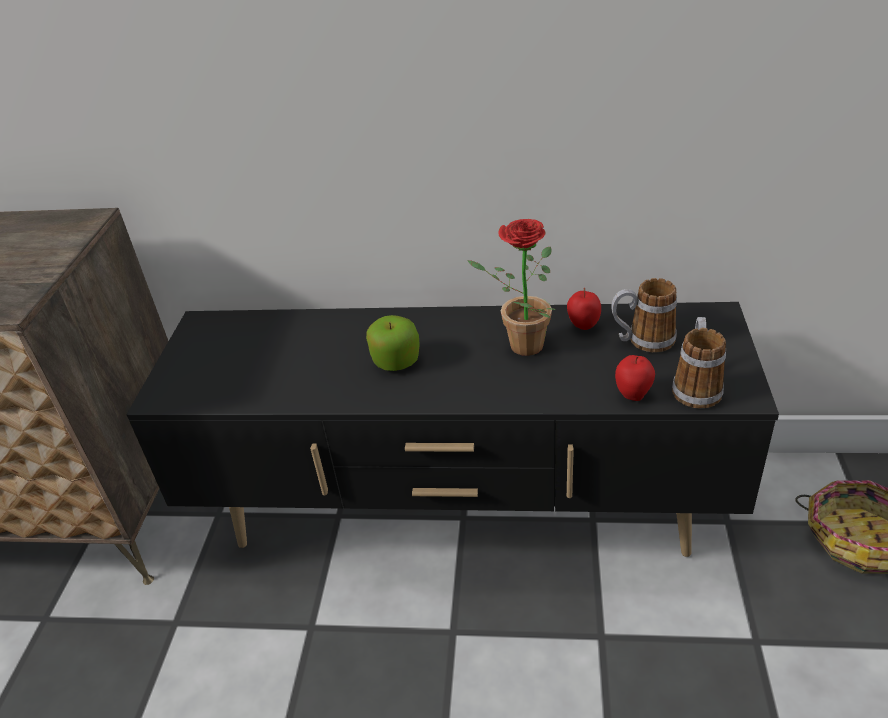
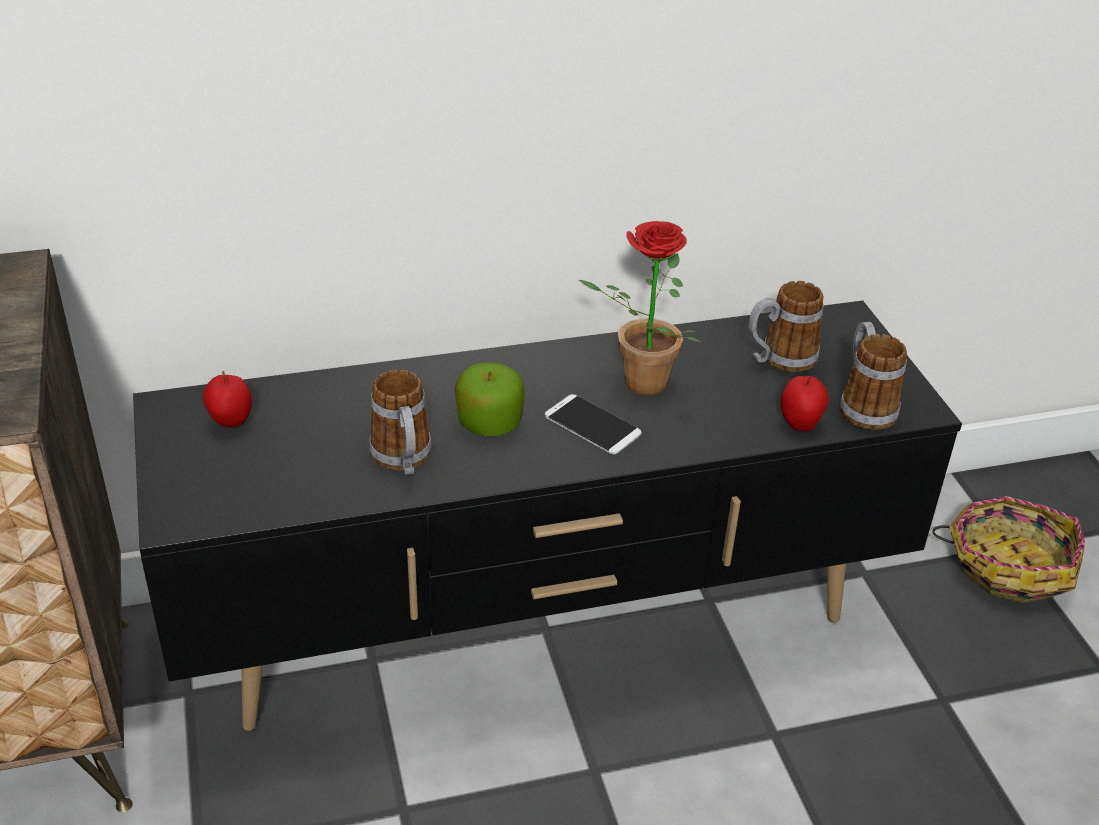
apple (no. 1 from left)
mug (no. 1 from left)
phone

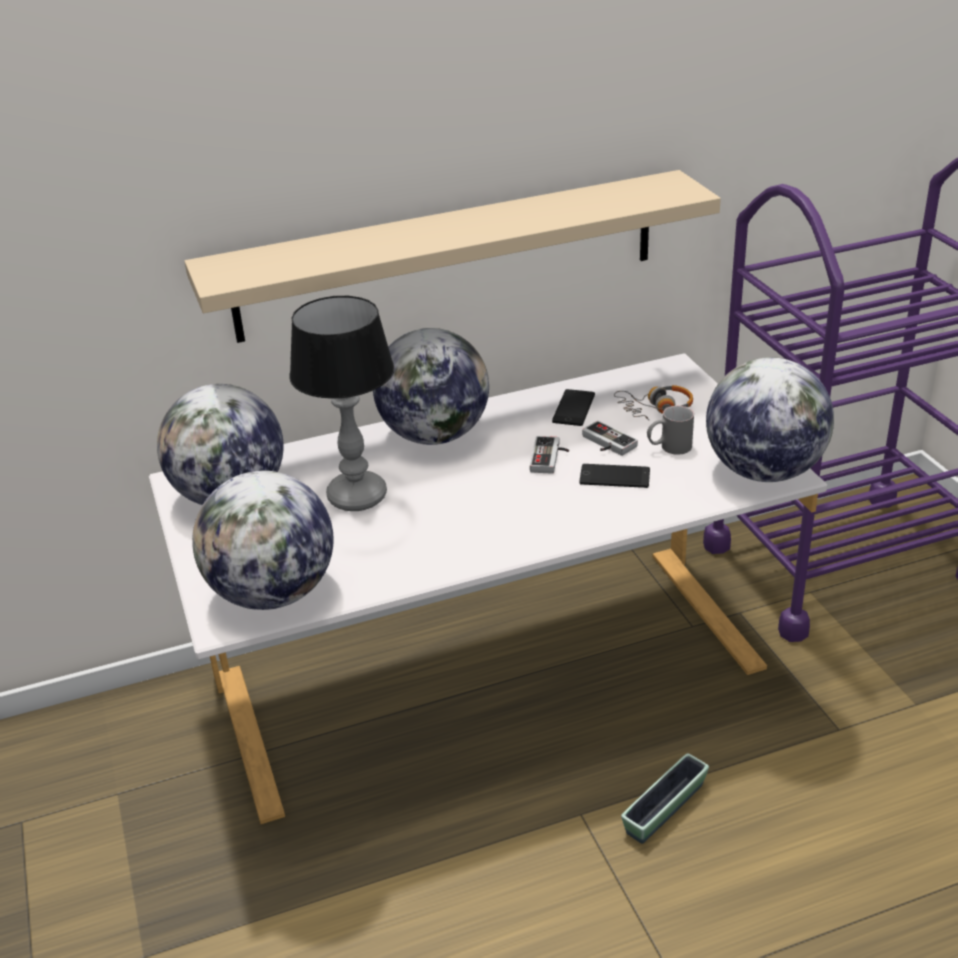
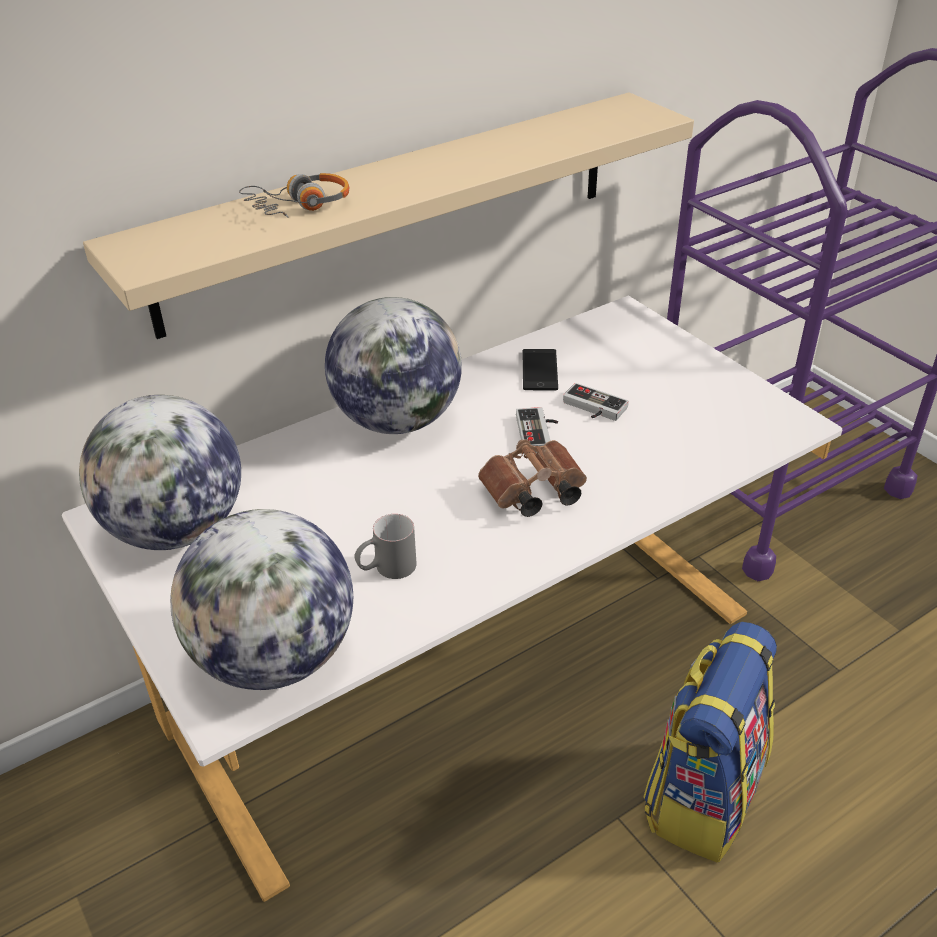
table lamp
globe (no. 4 from left in the first image)
headphones
grey mug
phone (no. 2 from left in the first image)
backpack
brown binoculars

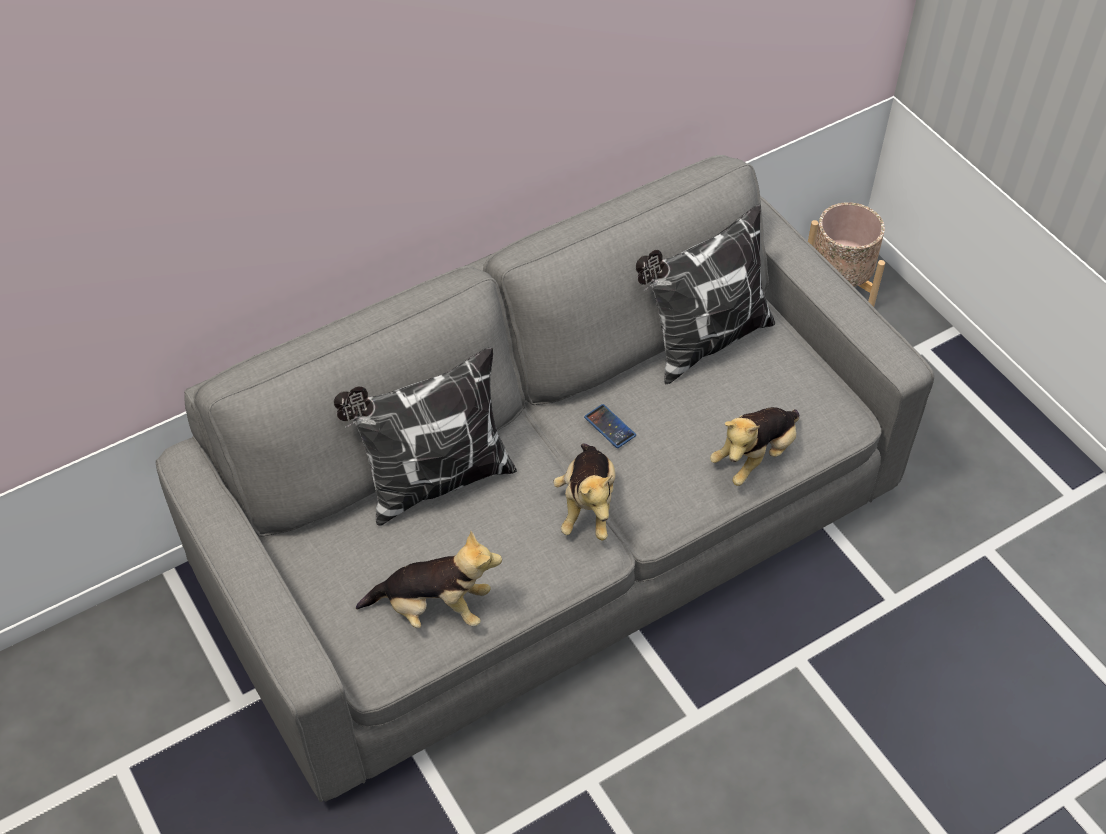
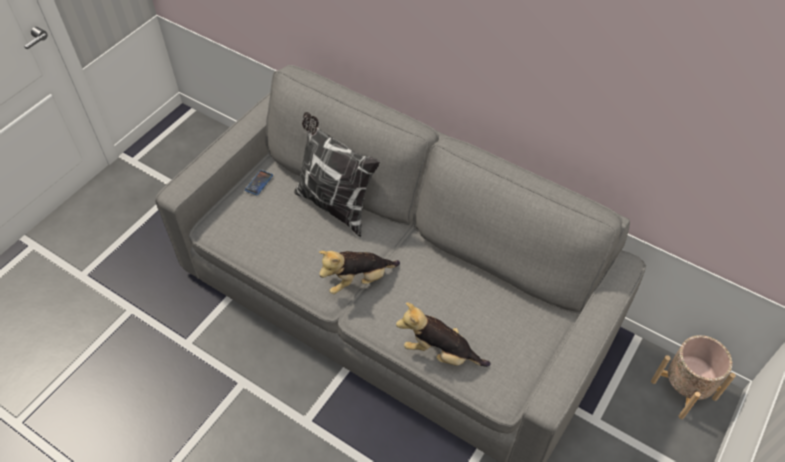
pillow (no. 2 from left in the first image)
phone
plush toy (no. 1 from left in the first image)

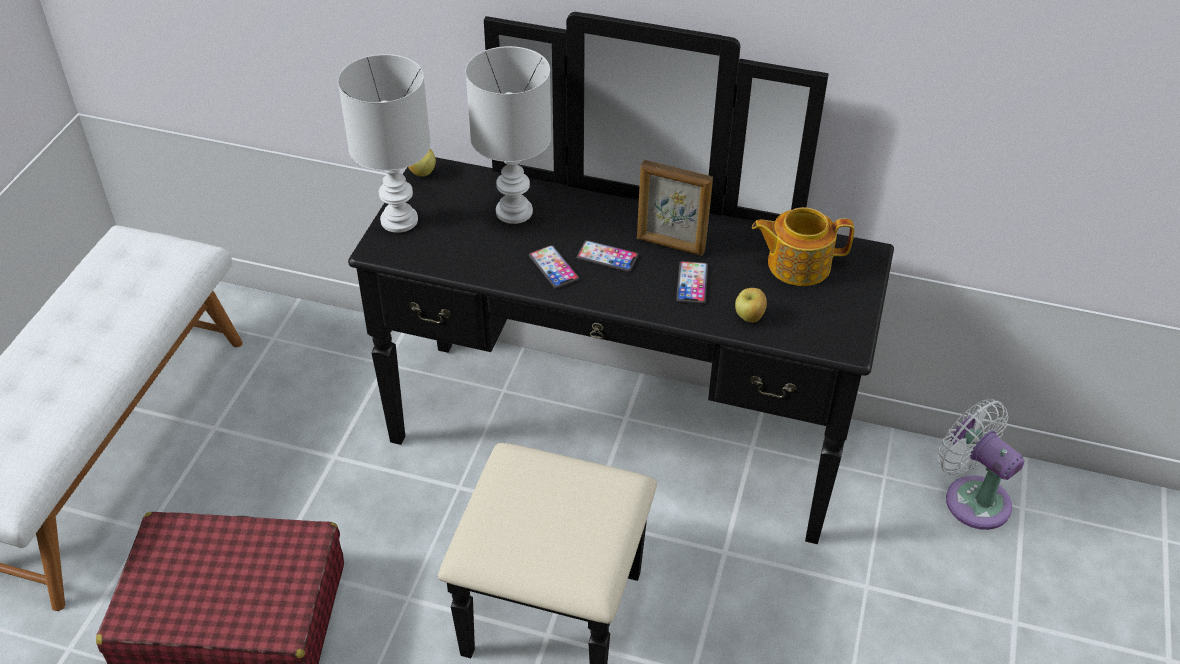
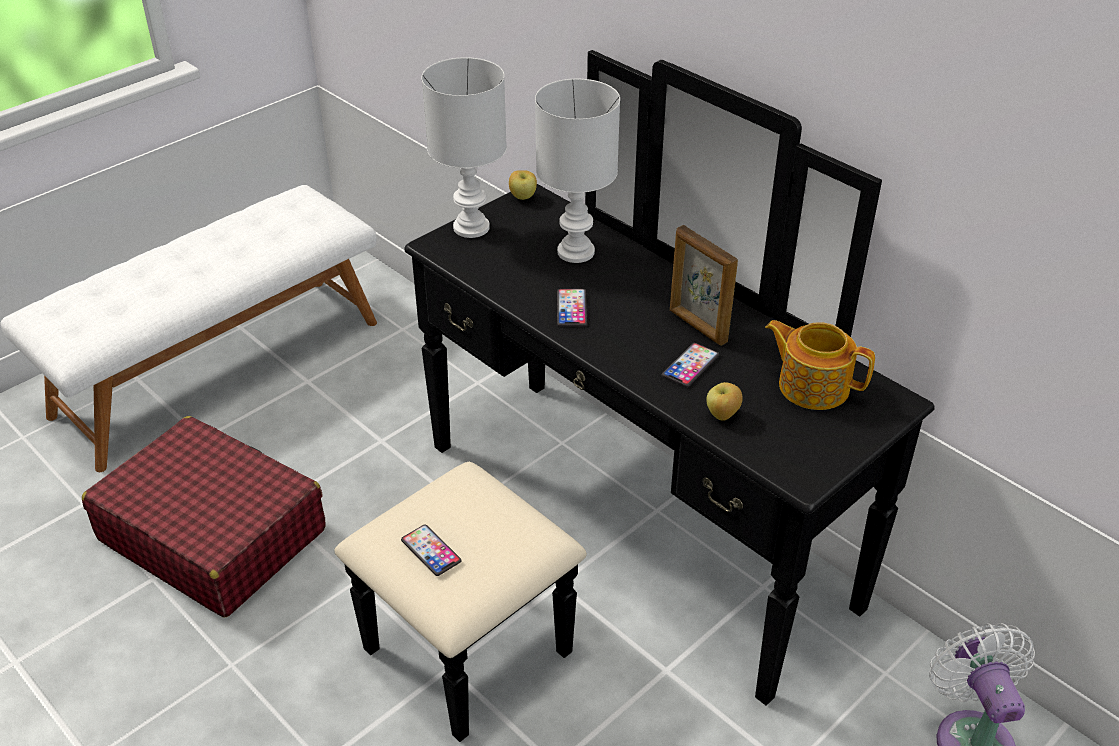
phone (no. 1 from left)

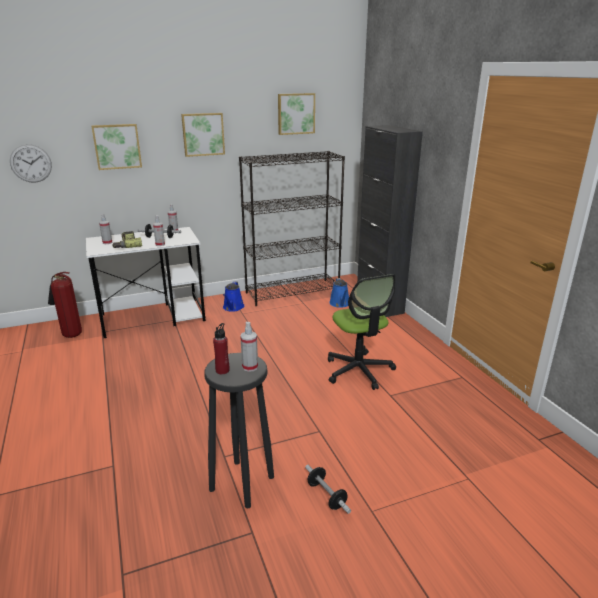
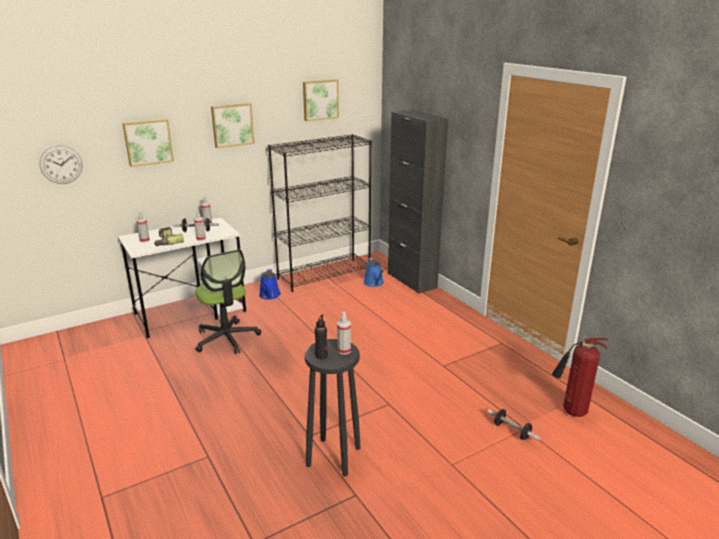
fire extinguisher
office chair
black bottle
dumbbell (no. 2 from left)

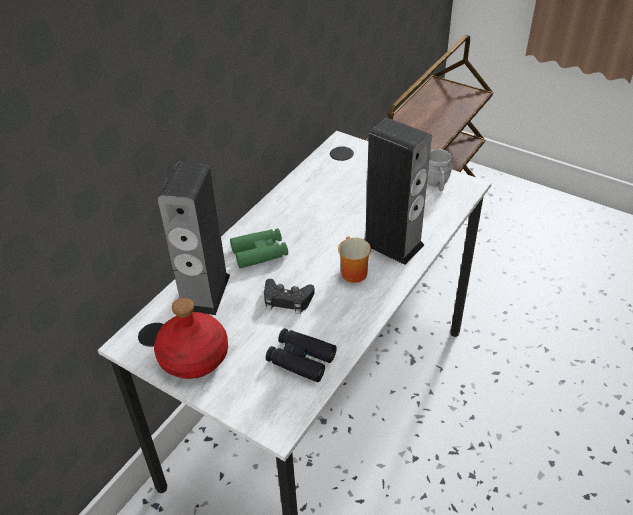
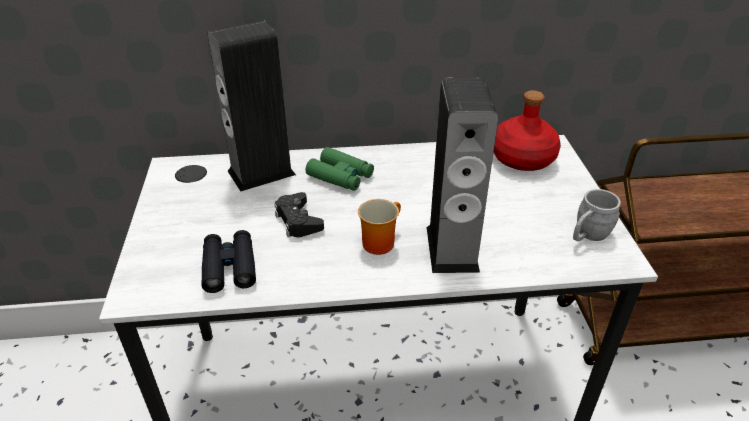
red bottle

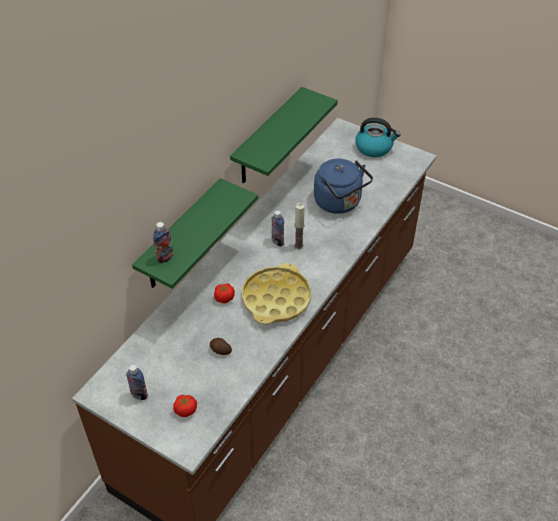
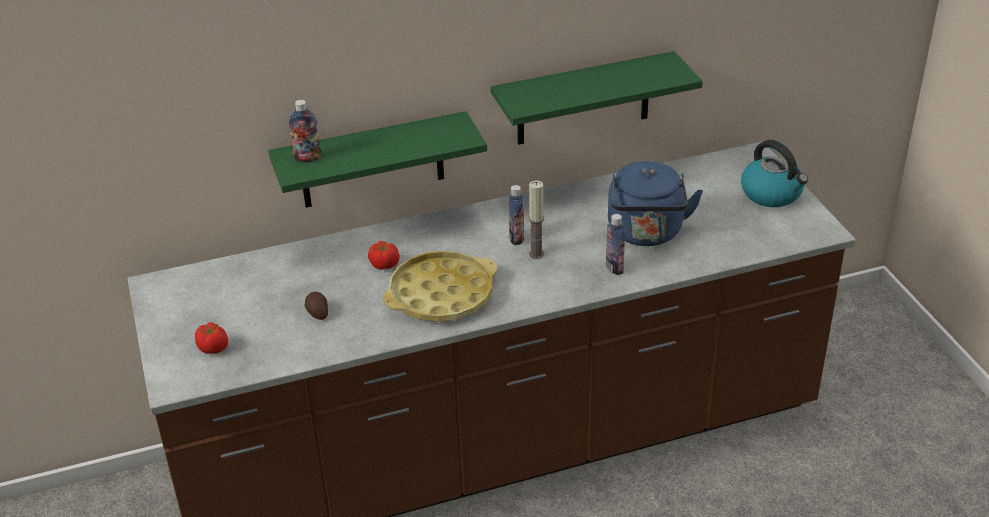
bottle (no. 3 from left)

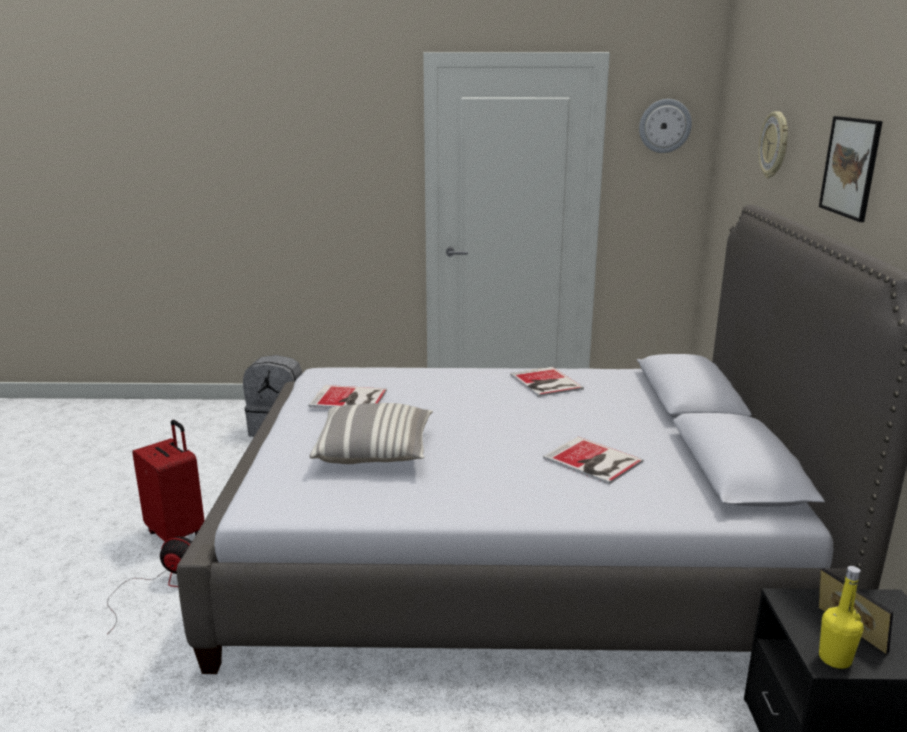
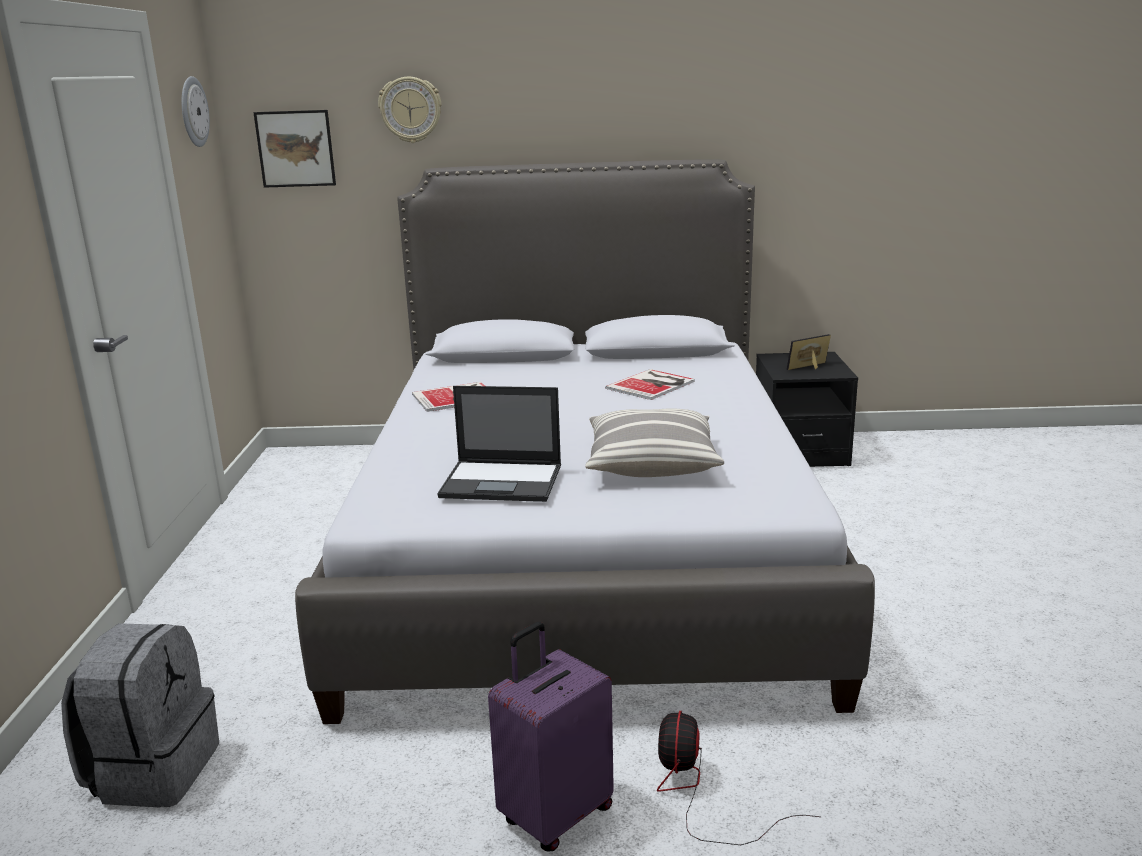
picture
laptop
purple suitcase
yellow bottle

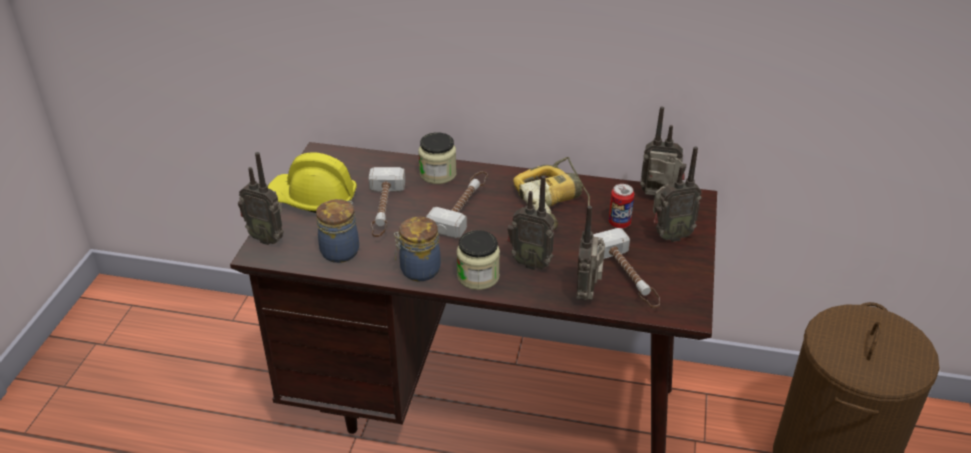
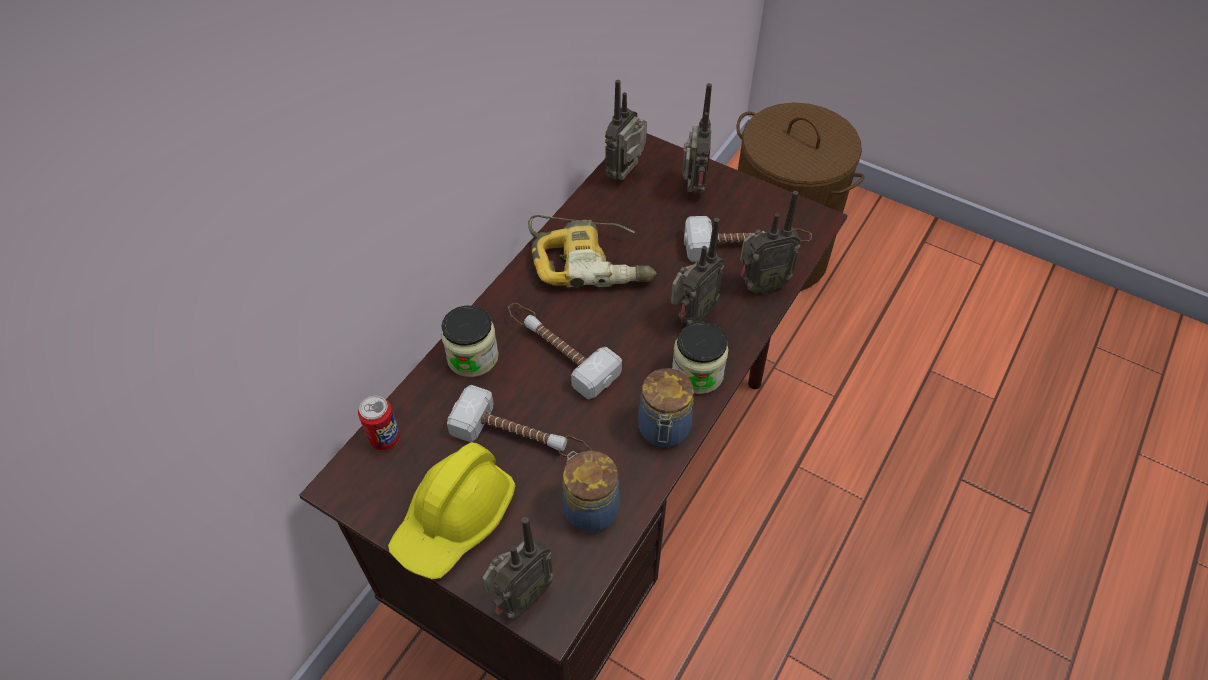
can
radio (no. 5 from left)

